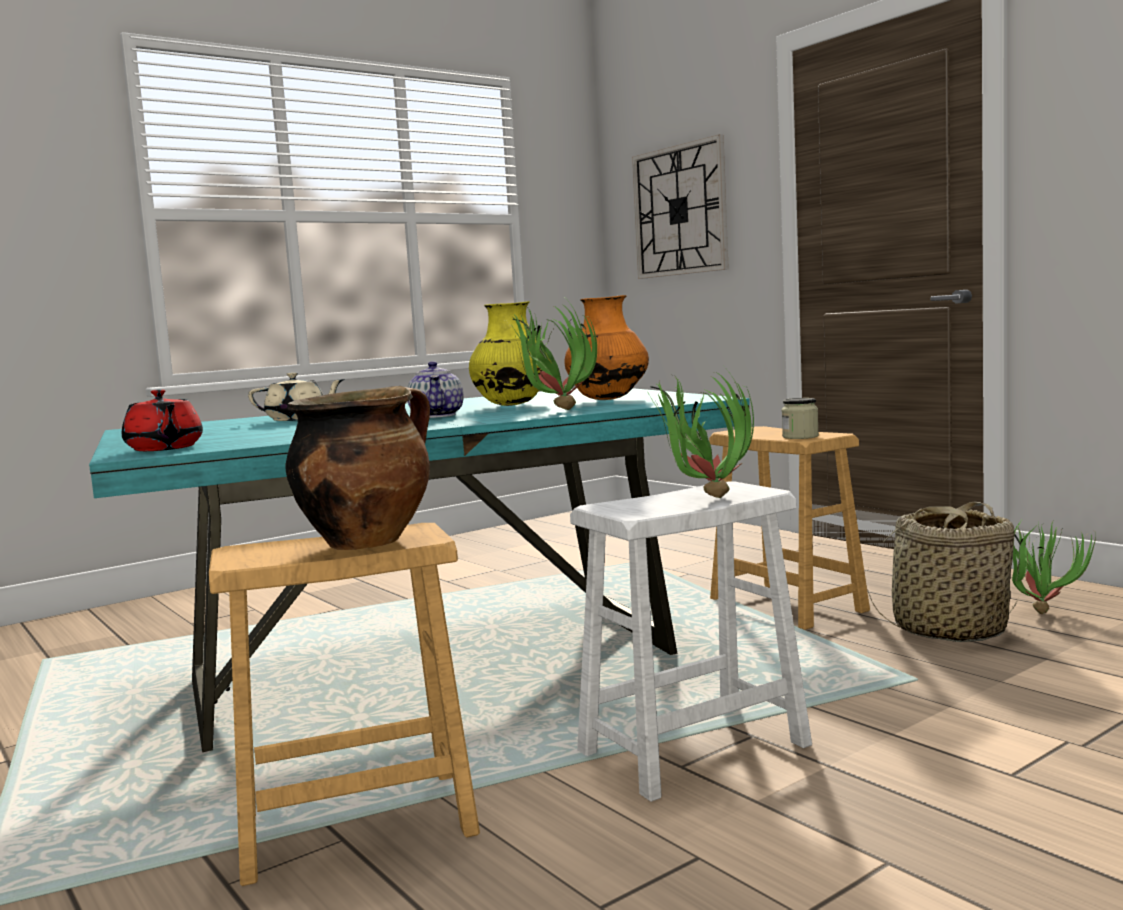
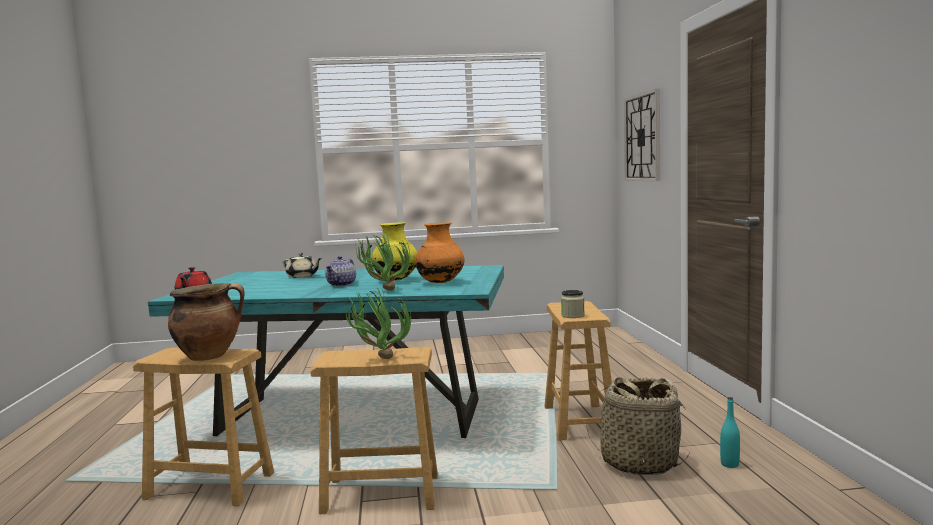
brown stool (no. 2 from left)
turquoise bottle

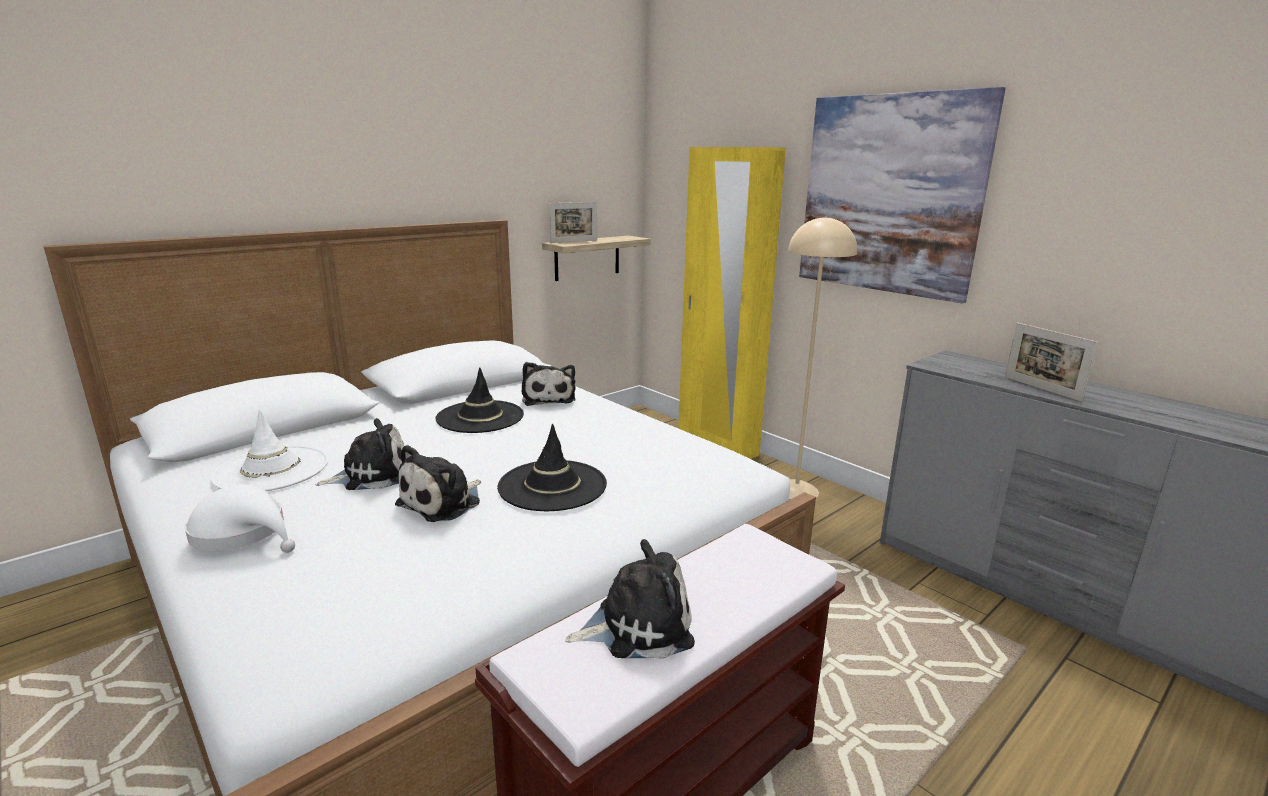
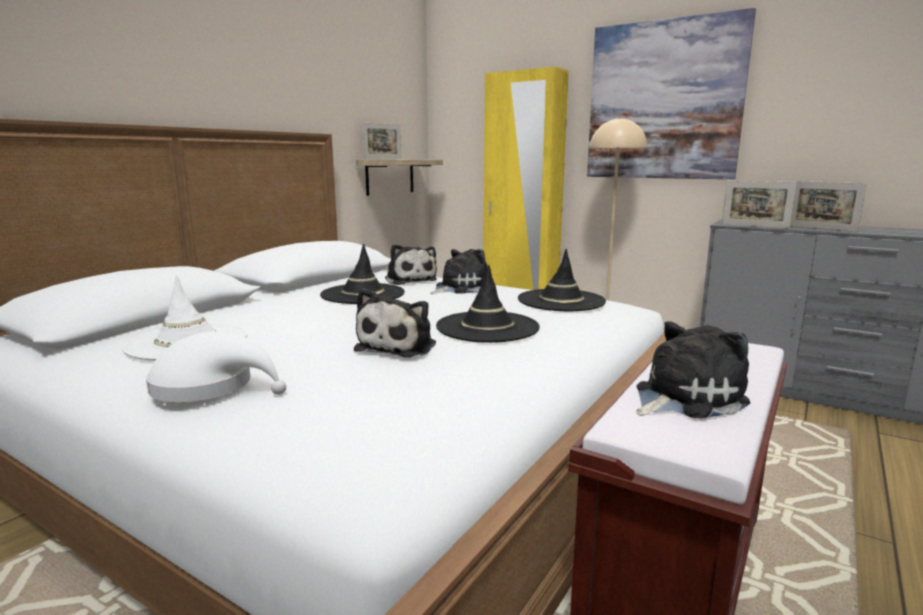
plush toy (no. 3 from left)
picture frame (no. 2 from left)
black hat (no. 3 from left)

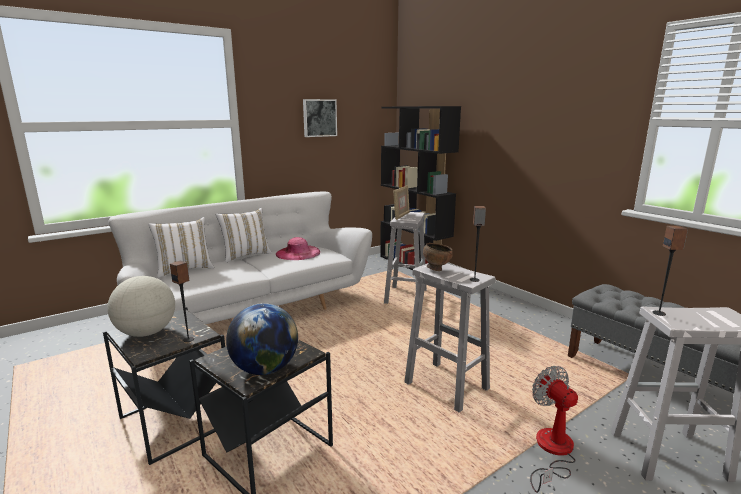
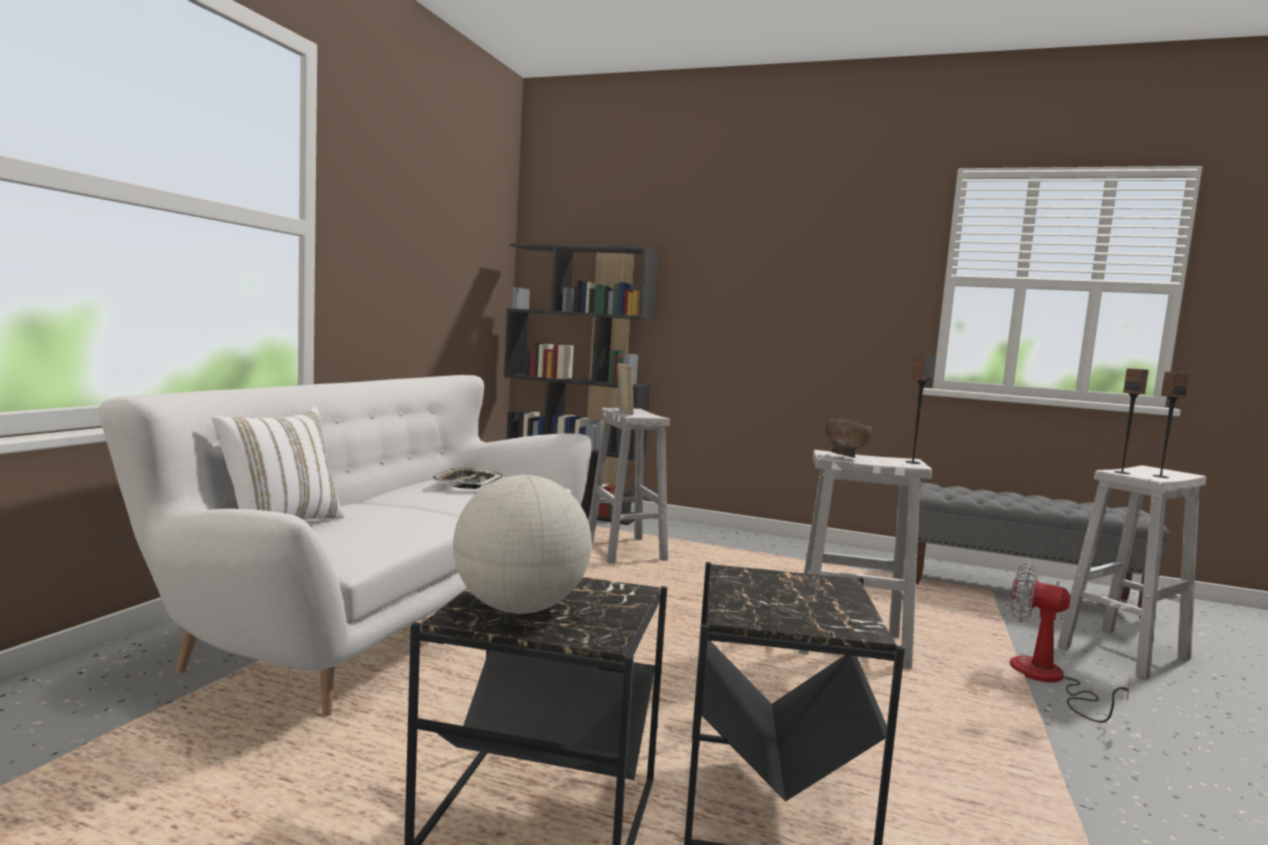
picture
white pillow (no. 2 from left in the first image)
tray
speaker (no. 3 from left)
globe (no. 2 from left in the first image)

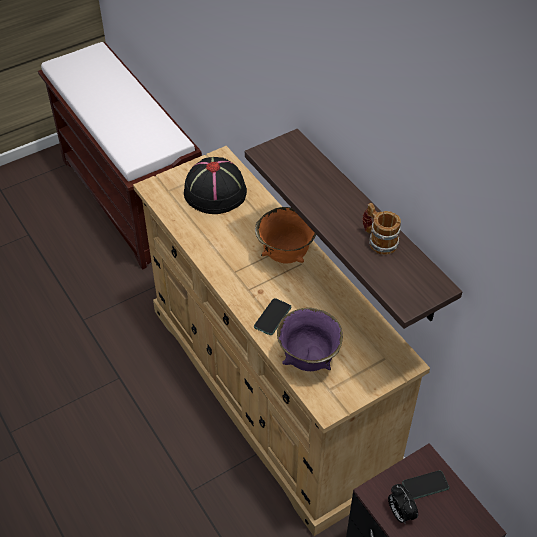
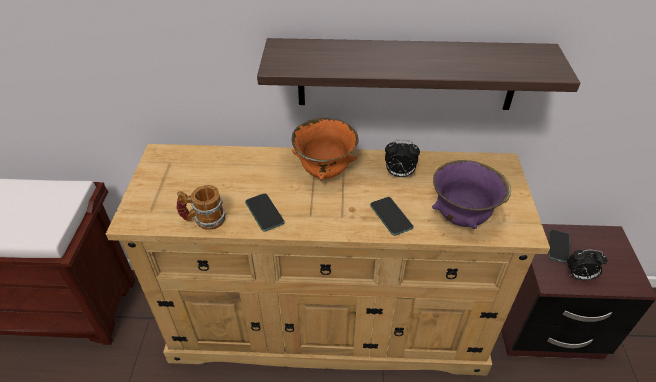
black hat
mug
alarm clock (no. 1 from left)
phone (no. 1 from left)

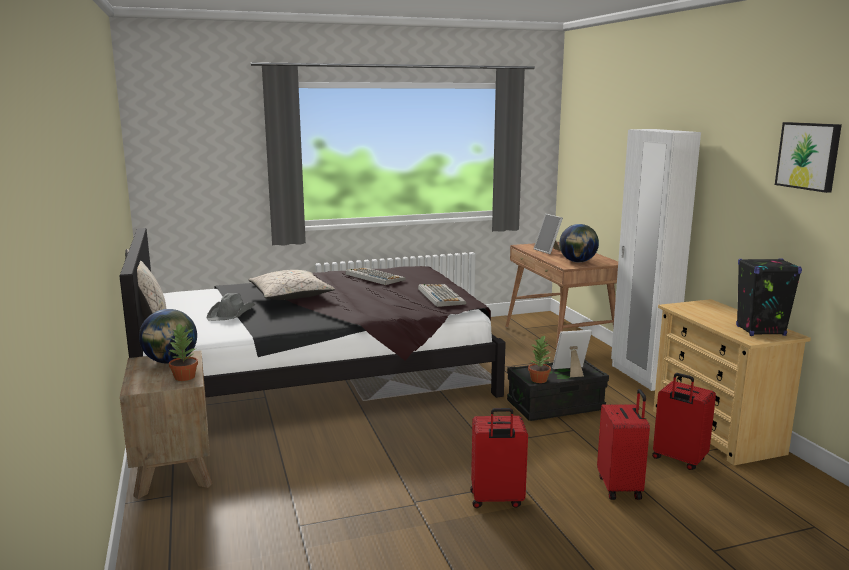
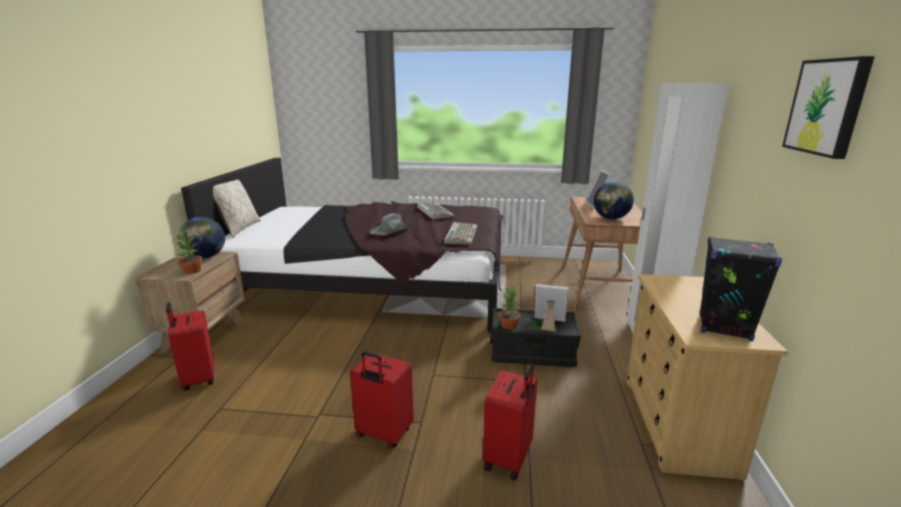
beige pillow (no. 2 from left in the first image)
grey hat
red suitcase (no. 1 from left)

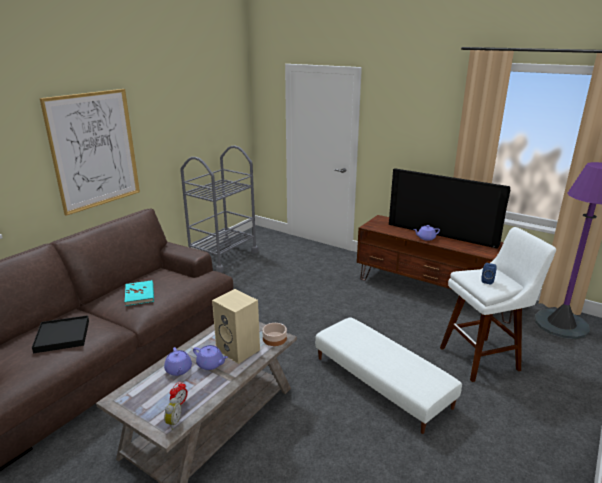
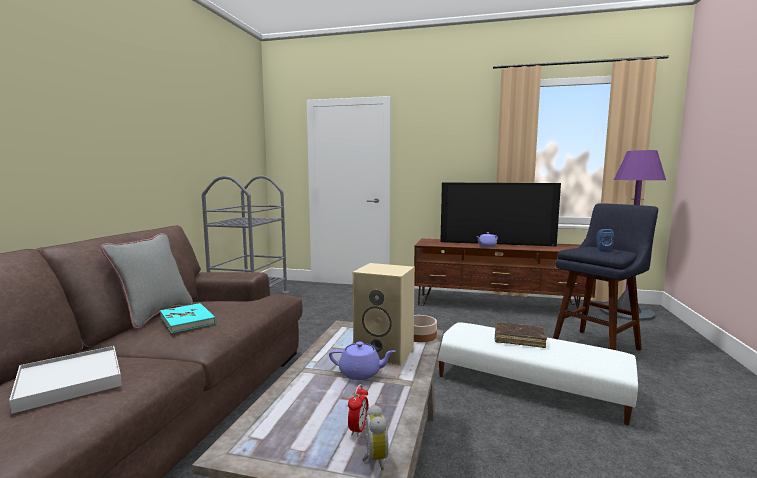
picture
blue stool
white tray
purple teapot (no. 1 from left in the first image)
grey pillow
brown book

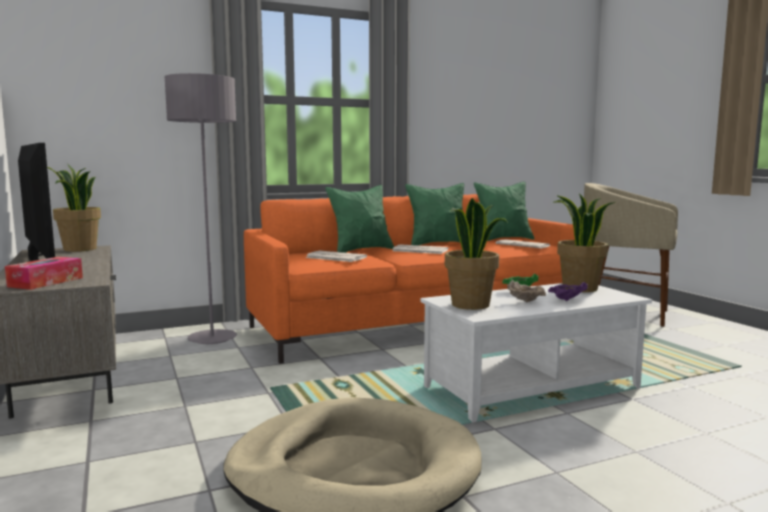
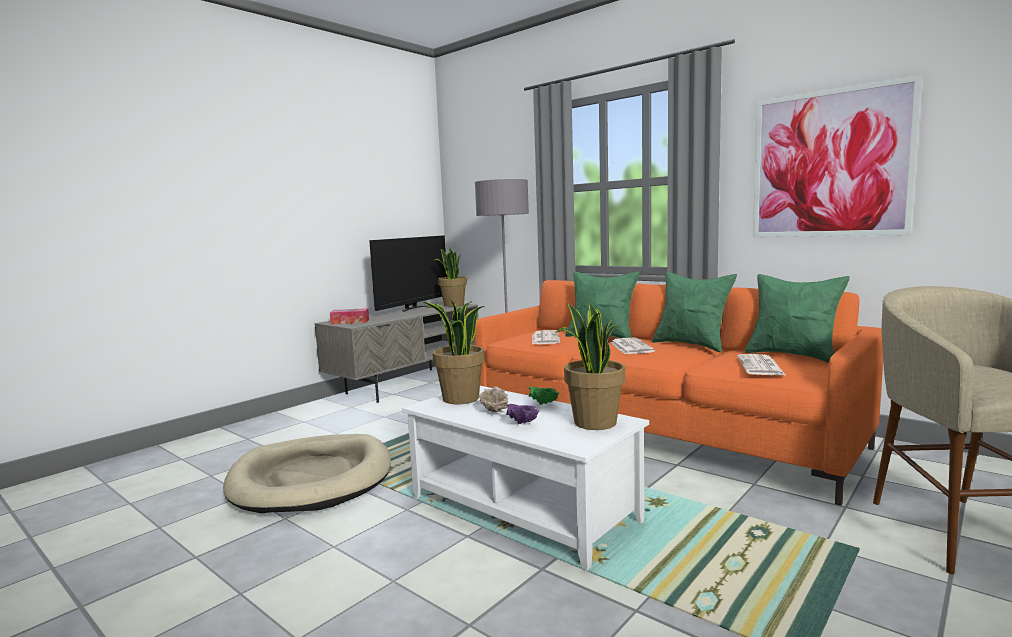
picture

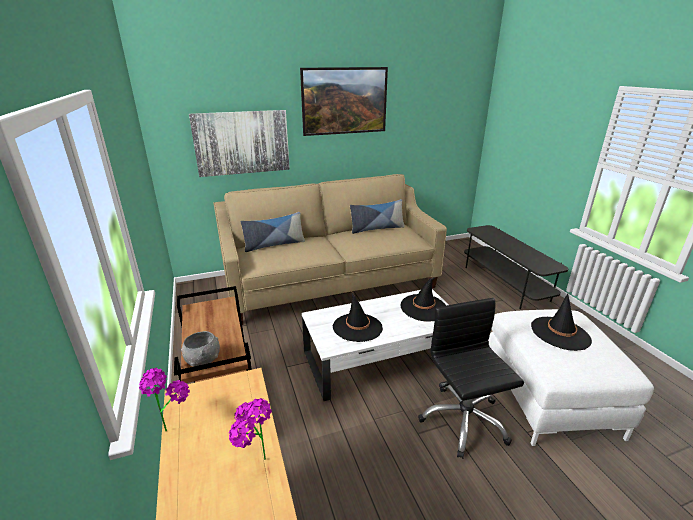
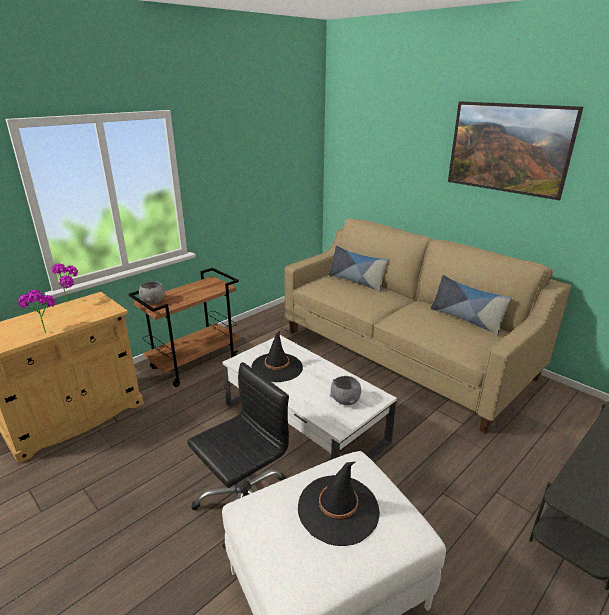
picture (no. 1 from left in the first image)
grey bowl (no. 2 from left)

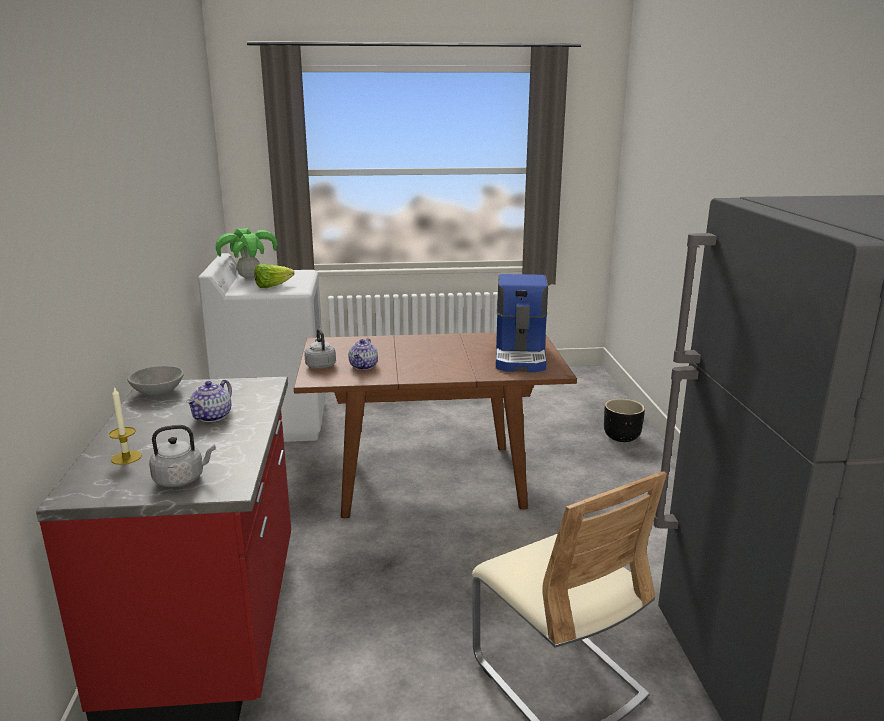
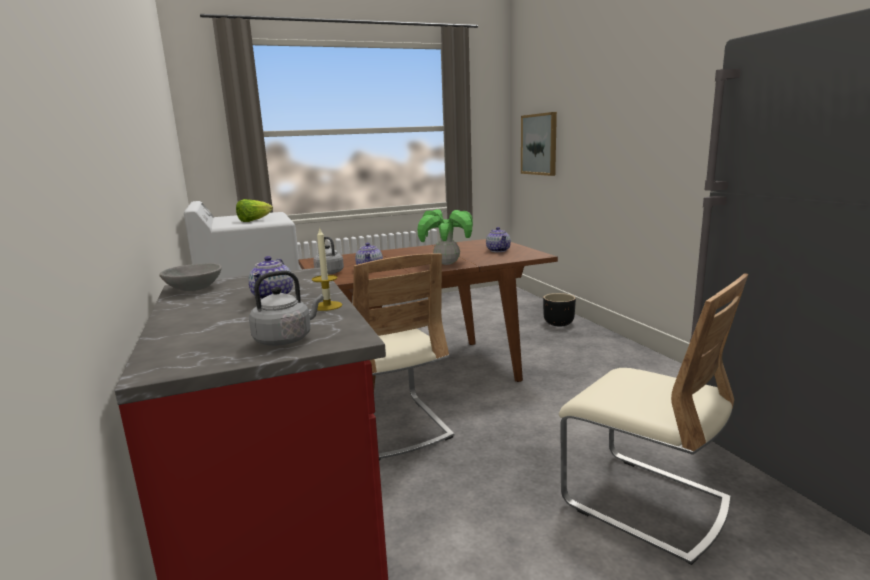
potted plant
teapot (no. 3 from left)
candle
picture
beige chair (no. 1 from left)

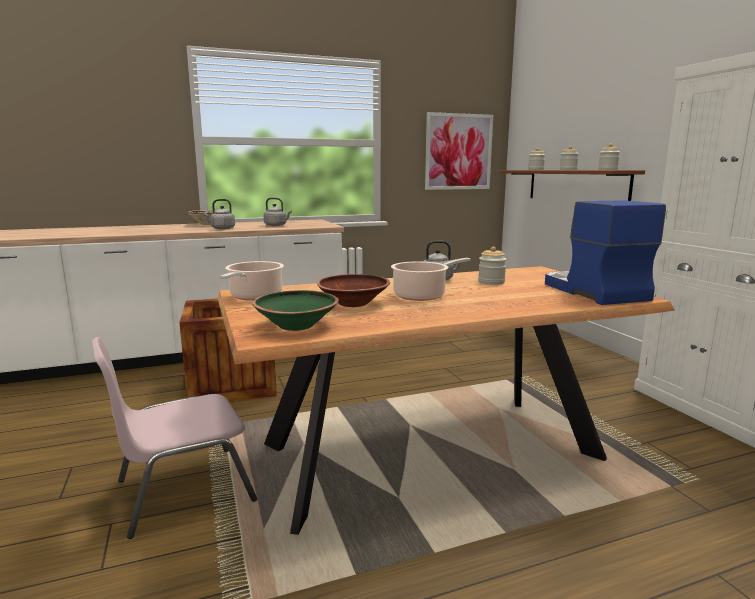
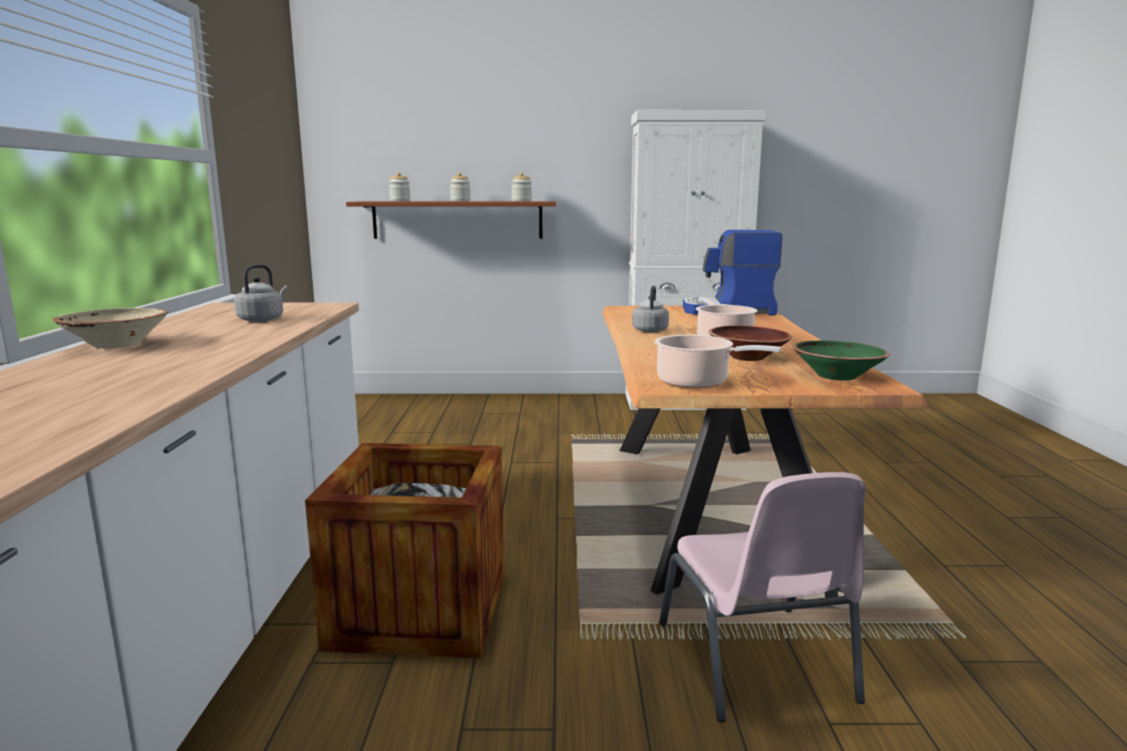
picture
grey kettle (no. 1 from left in the first image)
jar (no. 1 from left in the first image)

